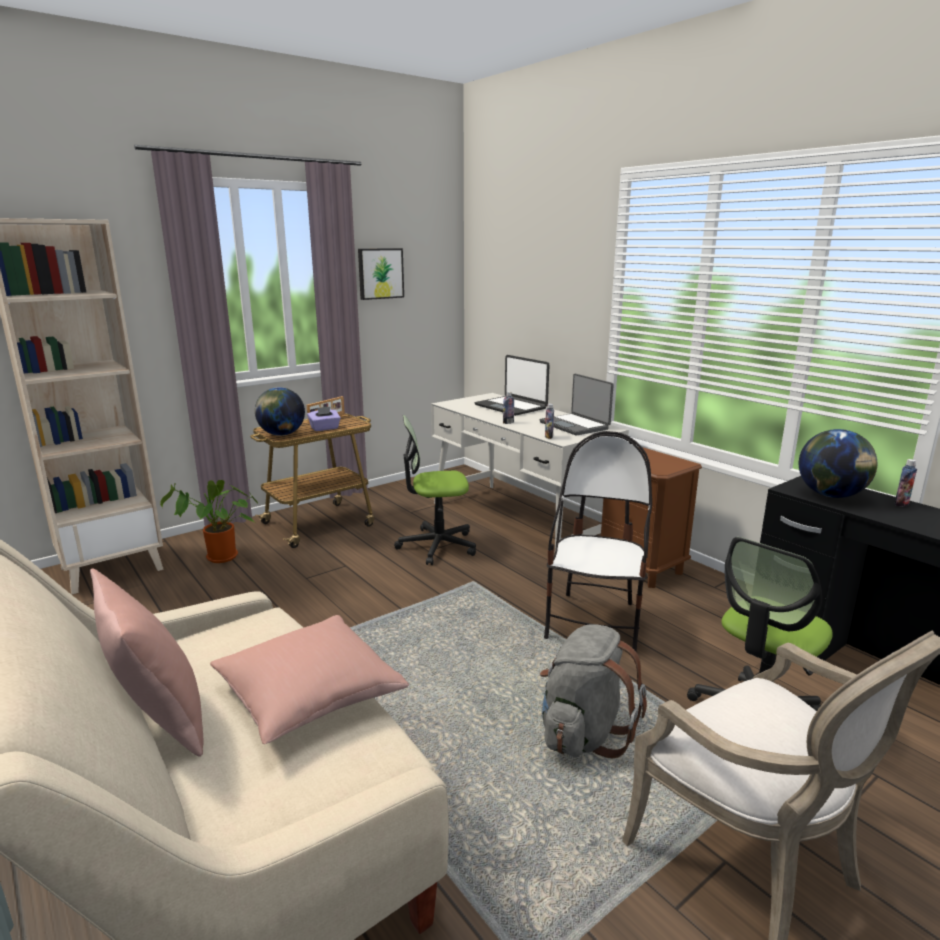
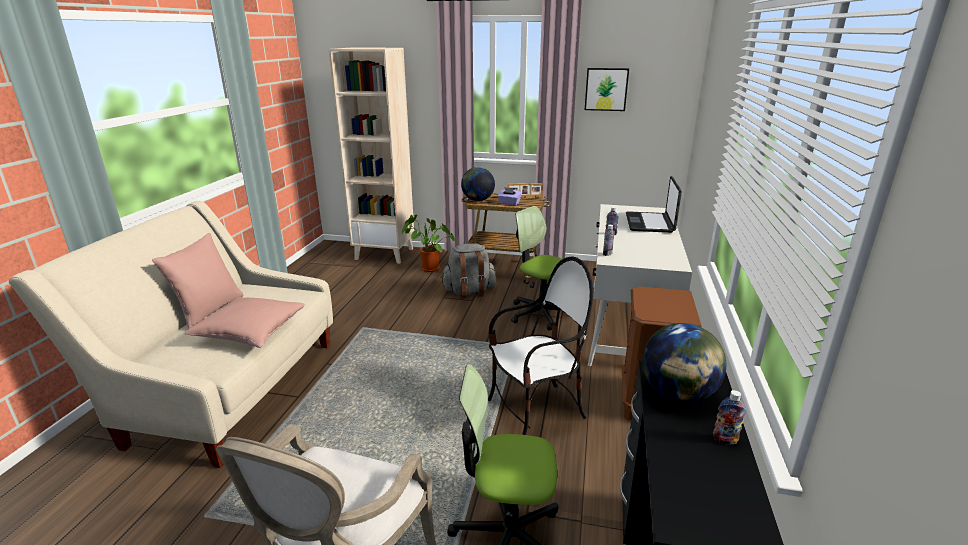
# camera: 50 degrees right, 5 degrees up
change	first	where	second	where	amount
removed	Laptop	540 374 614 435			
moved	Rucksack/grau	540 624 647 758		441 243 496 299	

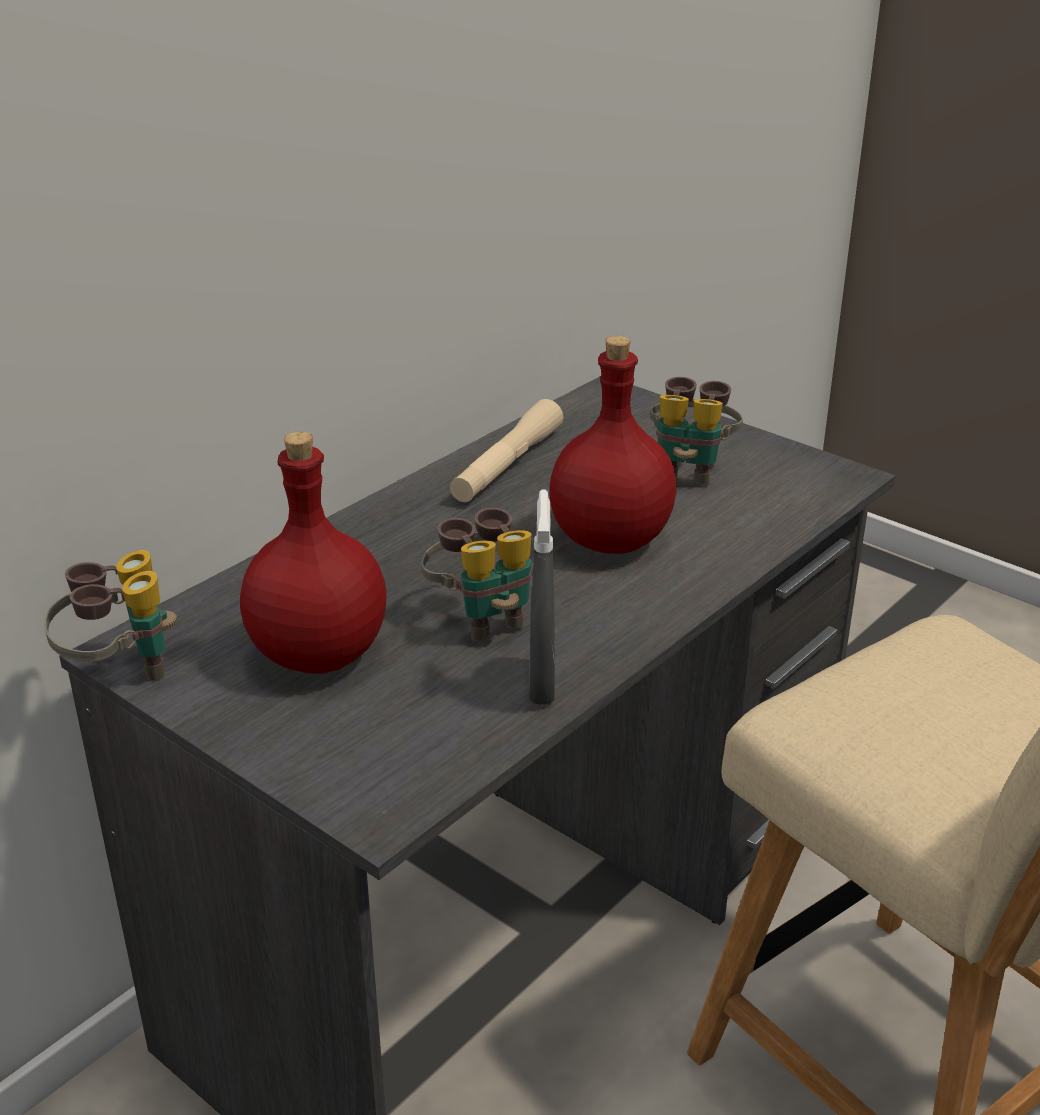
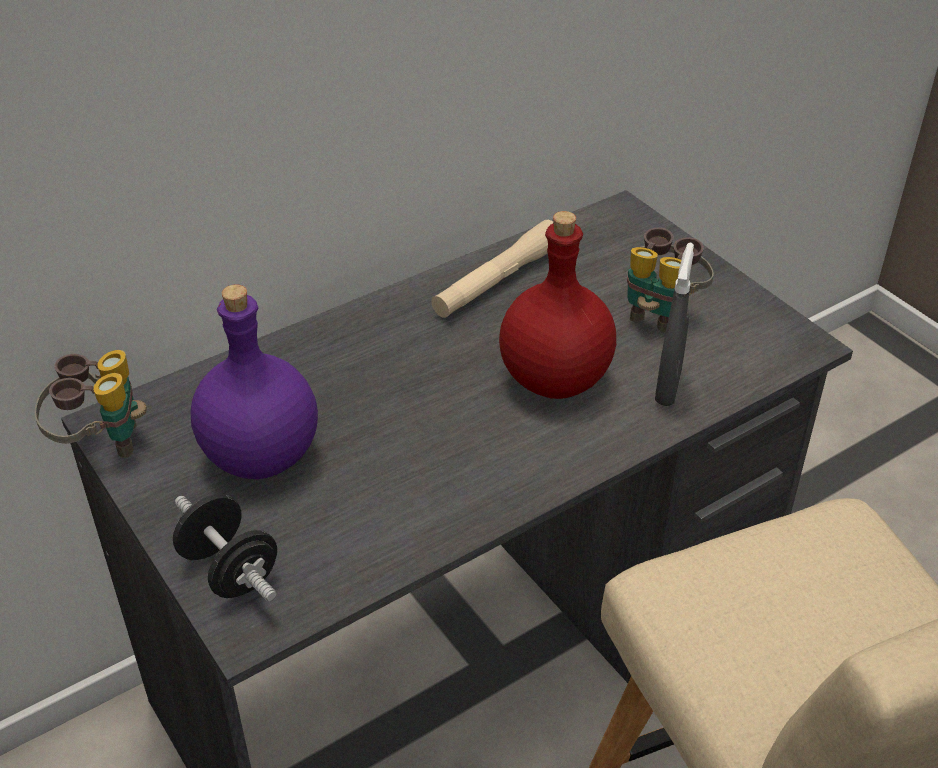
# camera: 15 degrees right, 10 degrees up
change	first	where	second	where	amount
recoloured	Flasche/rot	240 431 387 674	Flasche/lila	190 284 318 479	
removed	Fernglas	421 508 532 642			
moved	Sprühflasche/grau	529 489 555 705		655 243 694 406	
added			Hantel/schwarz	173 494 277 601	

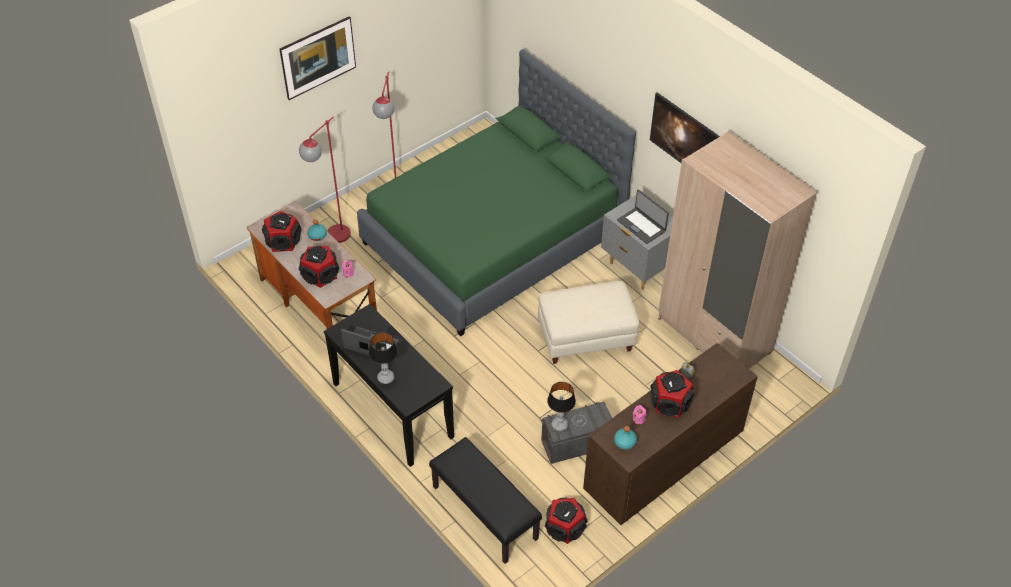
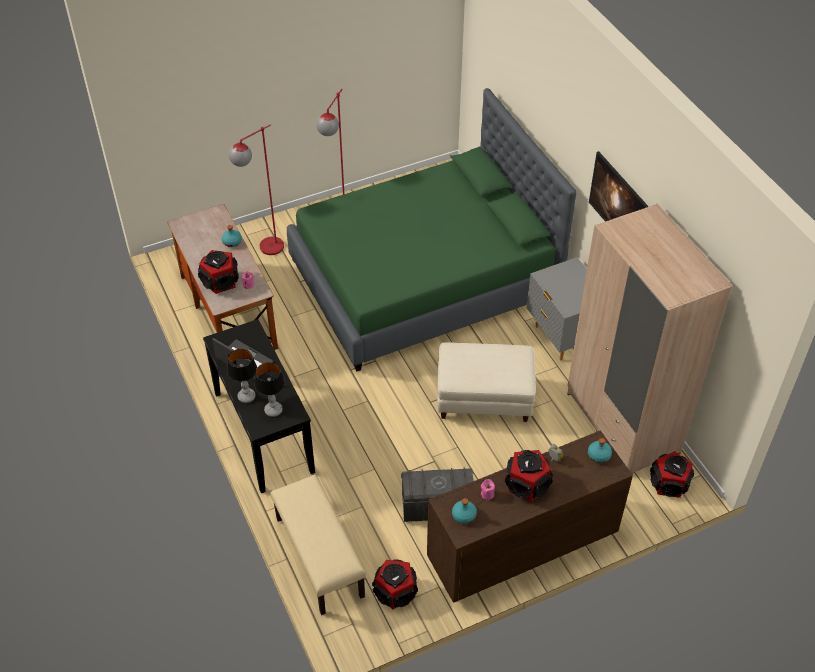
# camera: 15 degrees right, 0 degrees up
change	first	where	second	where	amount
moved	Lautsprecher	262 211 301 252		650 451 694 498	
removed	Bild	280 16 356 100			
recoloured	Bank/schwarz	429 437 542 564	Bank/beige	271 474 366 615	
moved	Tischlampe	547 382 576 431		254 362 285 417	
removed	Laptop	617 190 669 244			
added			Flasche/türkis	588 438 612 463	

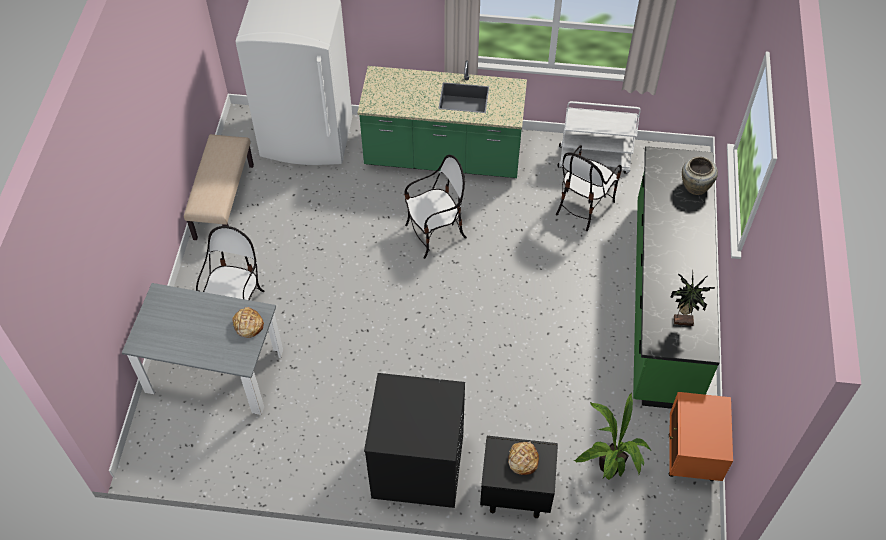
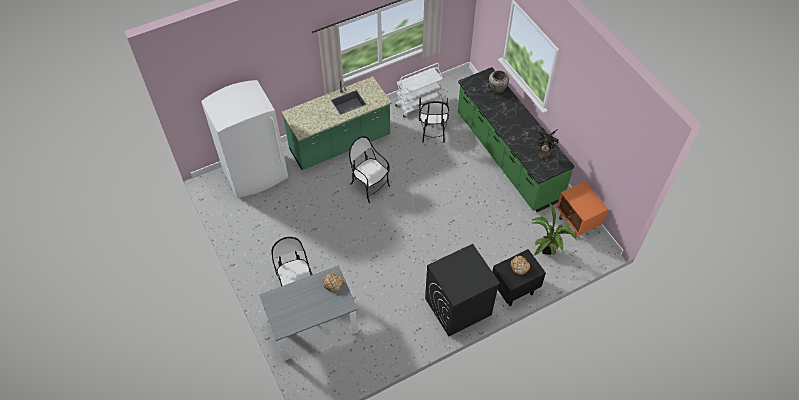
# camera: 35 degrees left, 0 degrees up
change	first	where	second	where	amount
removed	Bank/beige	184 134 254 240			
turned	Stuhl	404 155 467 259		349 136 390 203	75 degrees counterclockwise

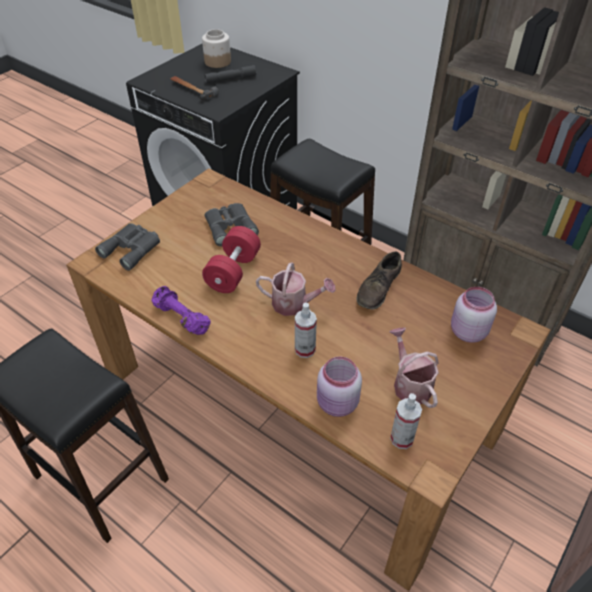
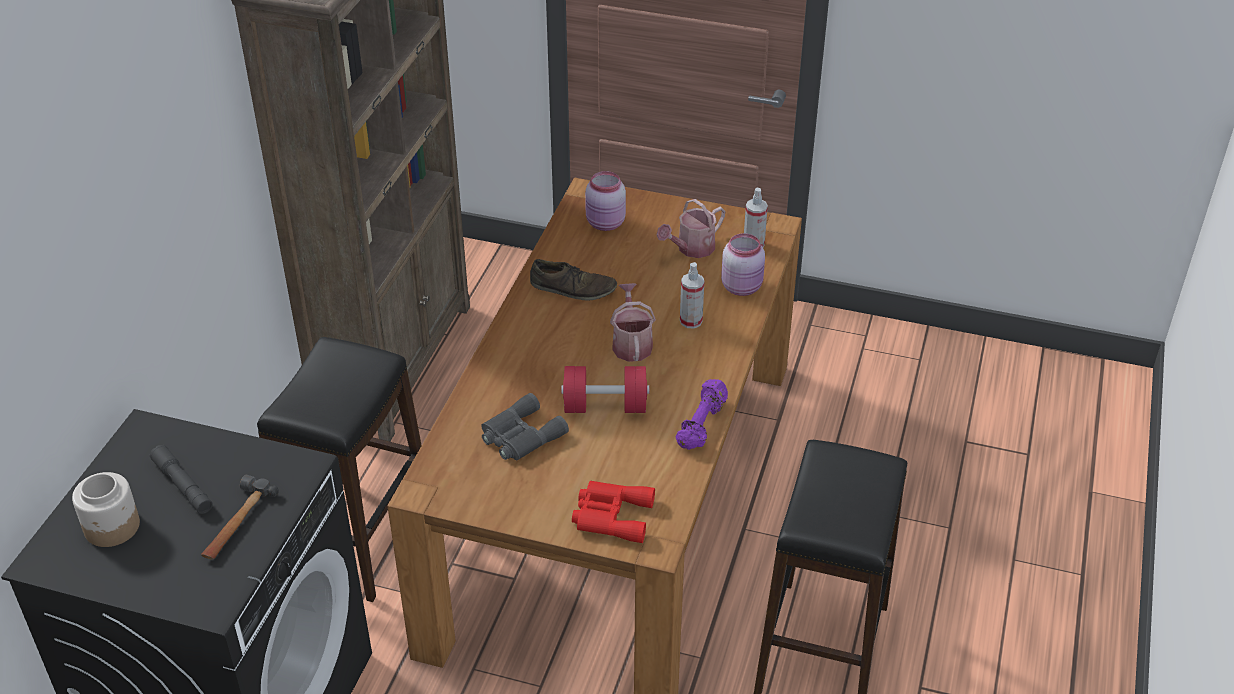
# camera: 110 degrees left, 5 degrees down
change	first	where	second	where	amount
recoloured	Fernglas/grau	95 223 160 271	Fernglas/rot	572 481 655 543	

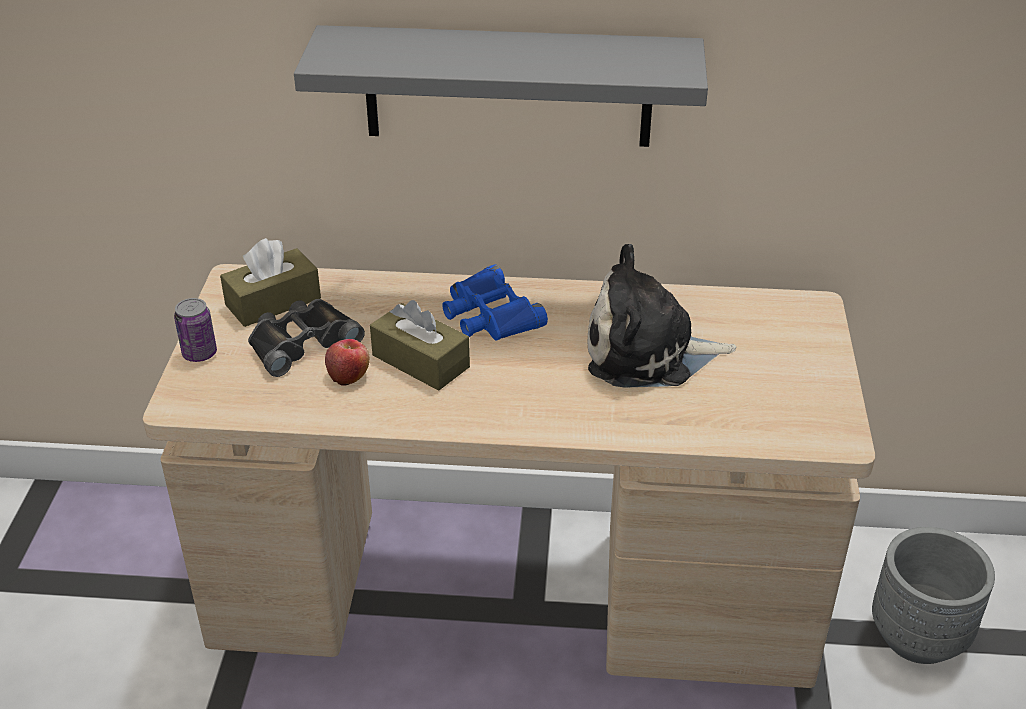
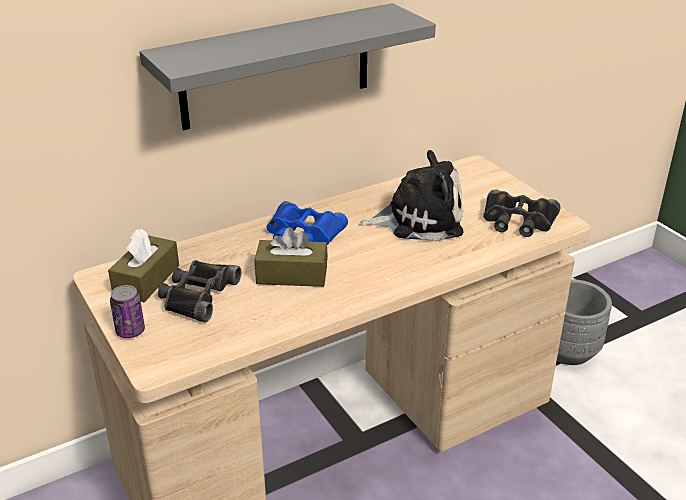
# camera: 35 degrees left, 5 degrees down
change	first	where	second	where	amount
removed	Apfel	325 339 370 386			
turned	Plüschtier	588 244 736 387		359 150 464 242	150 degrees counterclockwise
added			Fernglas/schwarz	483 190 561 237	

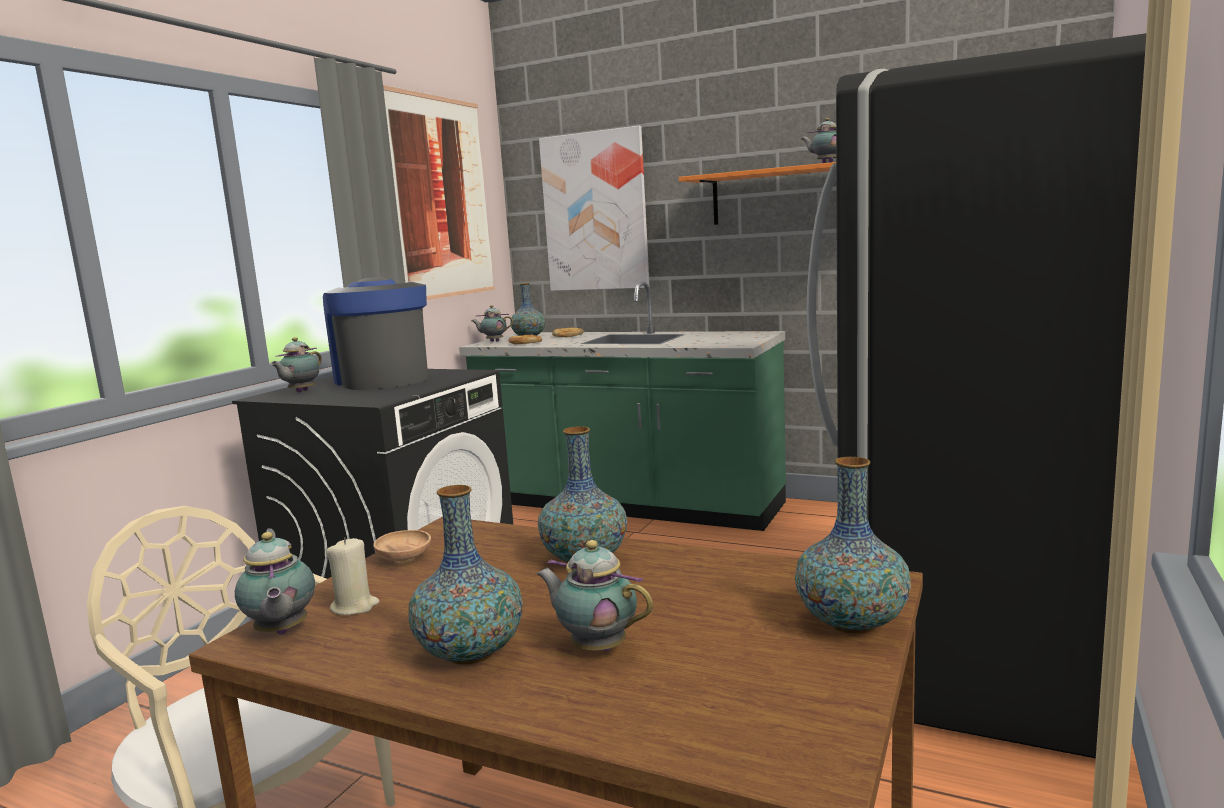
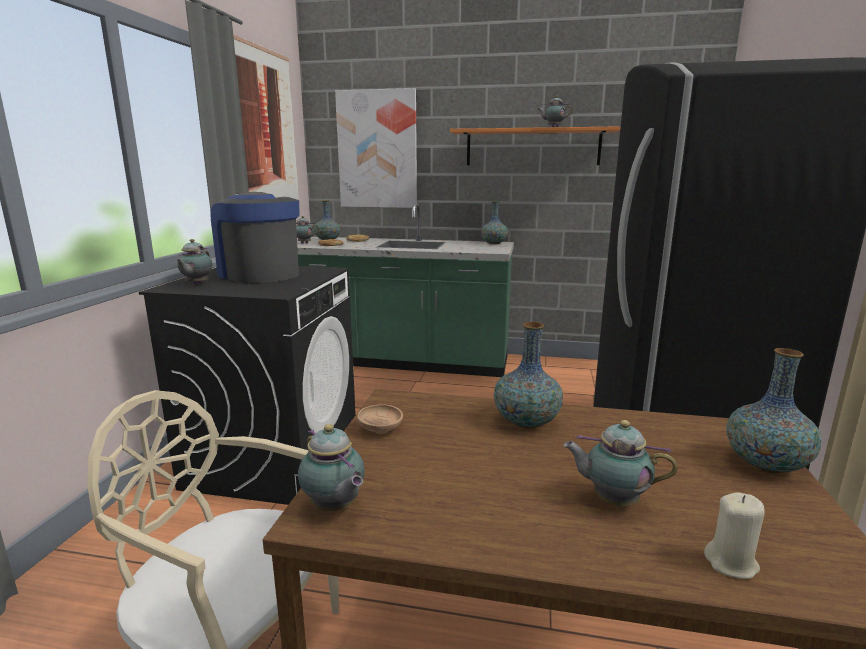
# camera: 15 degrees left, 5 degrees up
change	first	where	second	where	amount
moved	Kerze/beige	326 537 380 615		704 492 765 579	
moved	Vase	408 485 523 665		481 202 508 244	

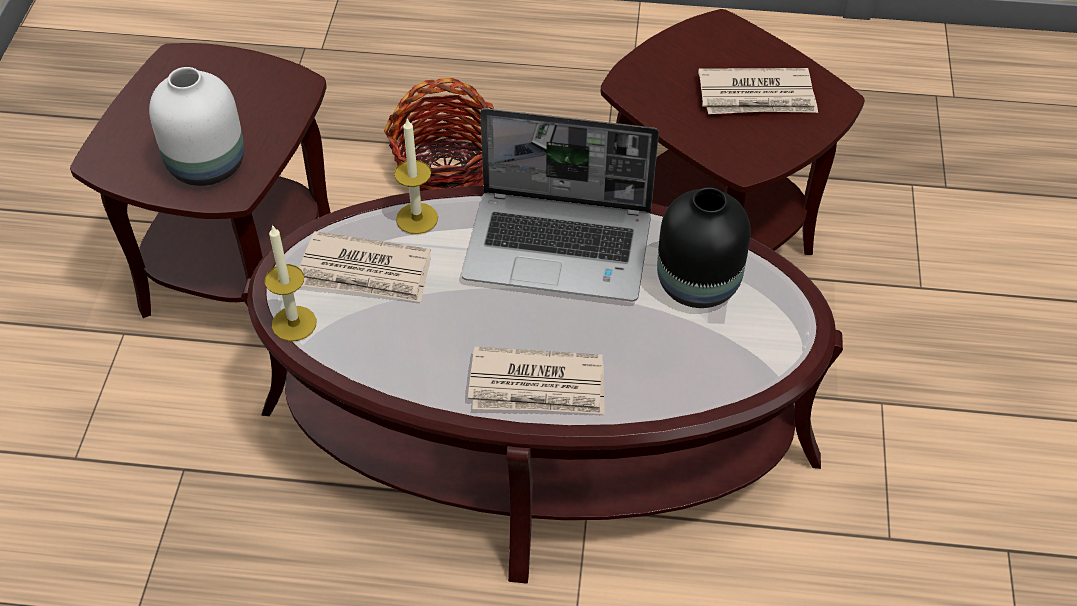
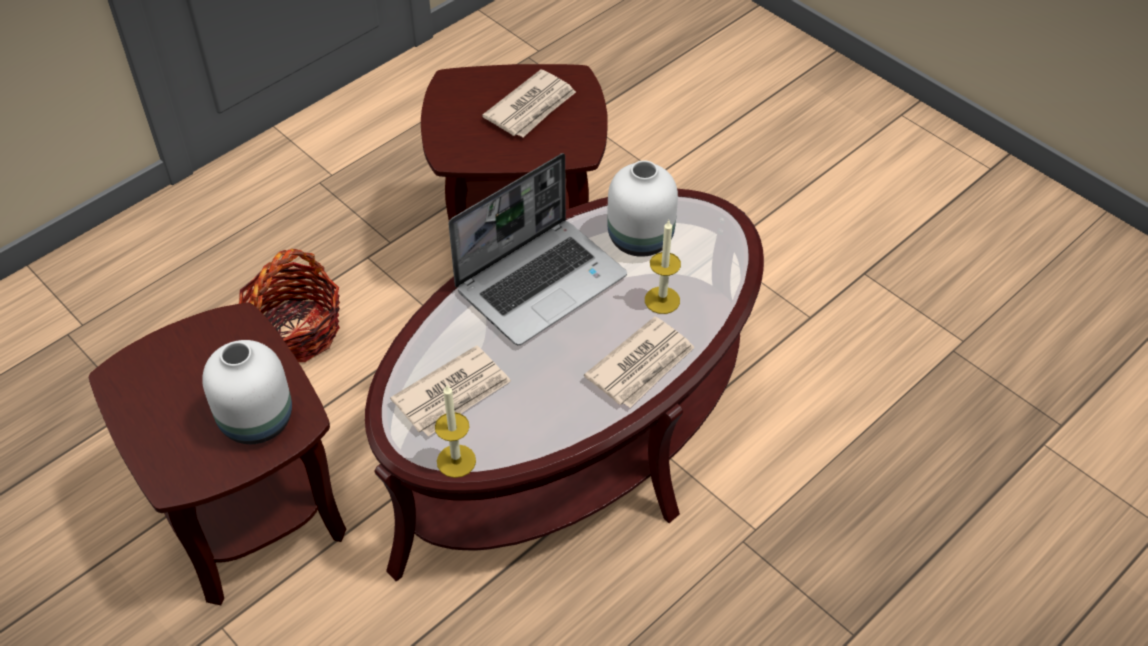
# camera: 50 degrees left, 0 degrees up
change	first	where	second	where	amount
moved	Kerze	394 117 438 234		645 221 681 314	
recoloured	Vase/schwarz	657 187 751 308	Vase/weiß	607 160 678 257	

